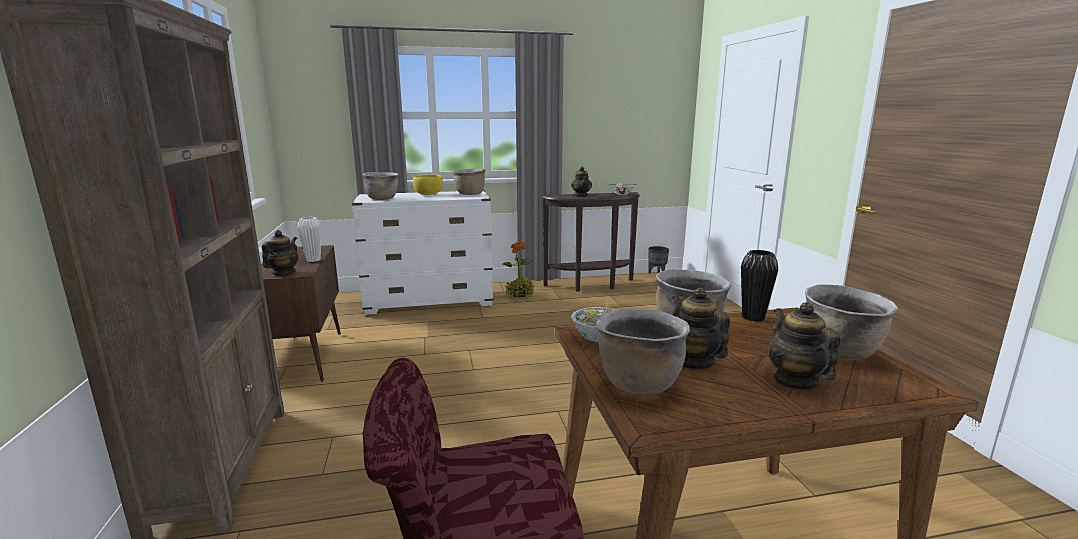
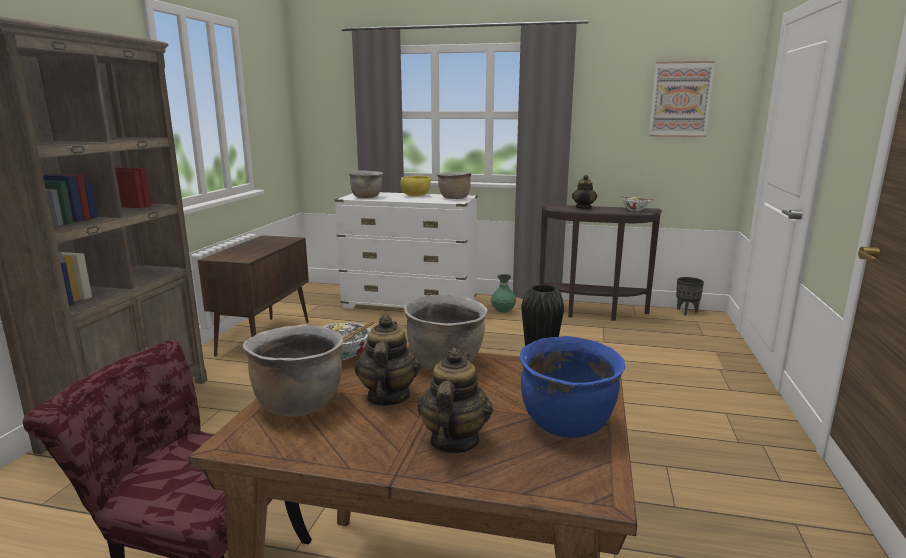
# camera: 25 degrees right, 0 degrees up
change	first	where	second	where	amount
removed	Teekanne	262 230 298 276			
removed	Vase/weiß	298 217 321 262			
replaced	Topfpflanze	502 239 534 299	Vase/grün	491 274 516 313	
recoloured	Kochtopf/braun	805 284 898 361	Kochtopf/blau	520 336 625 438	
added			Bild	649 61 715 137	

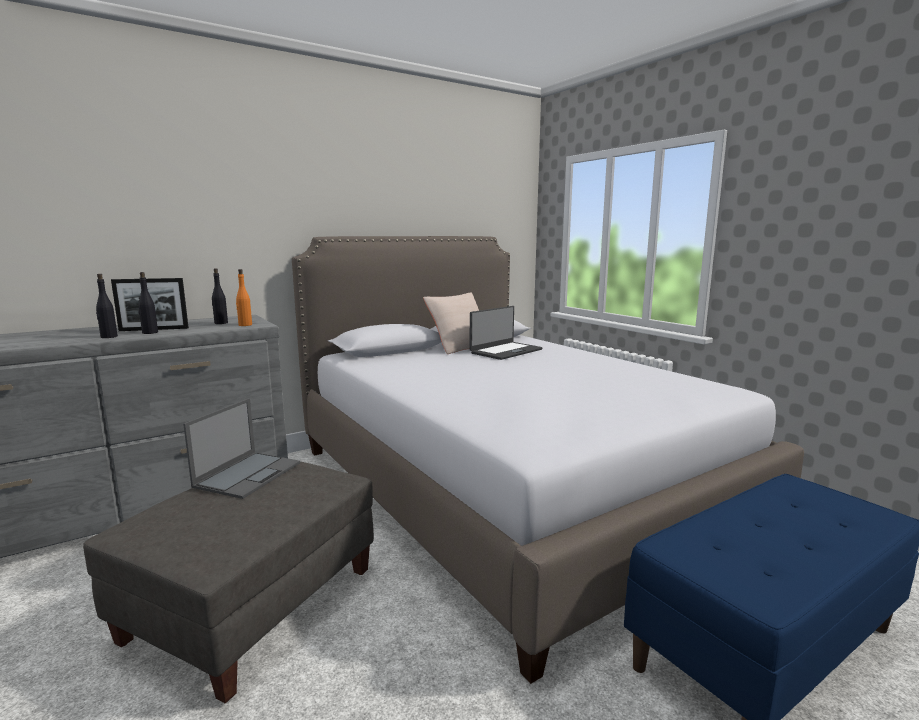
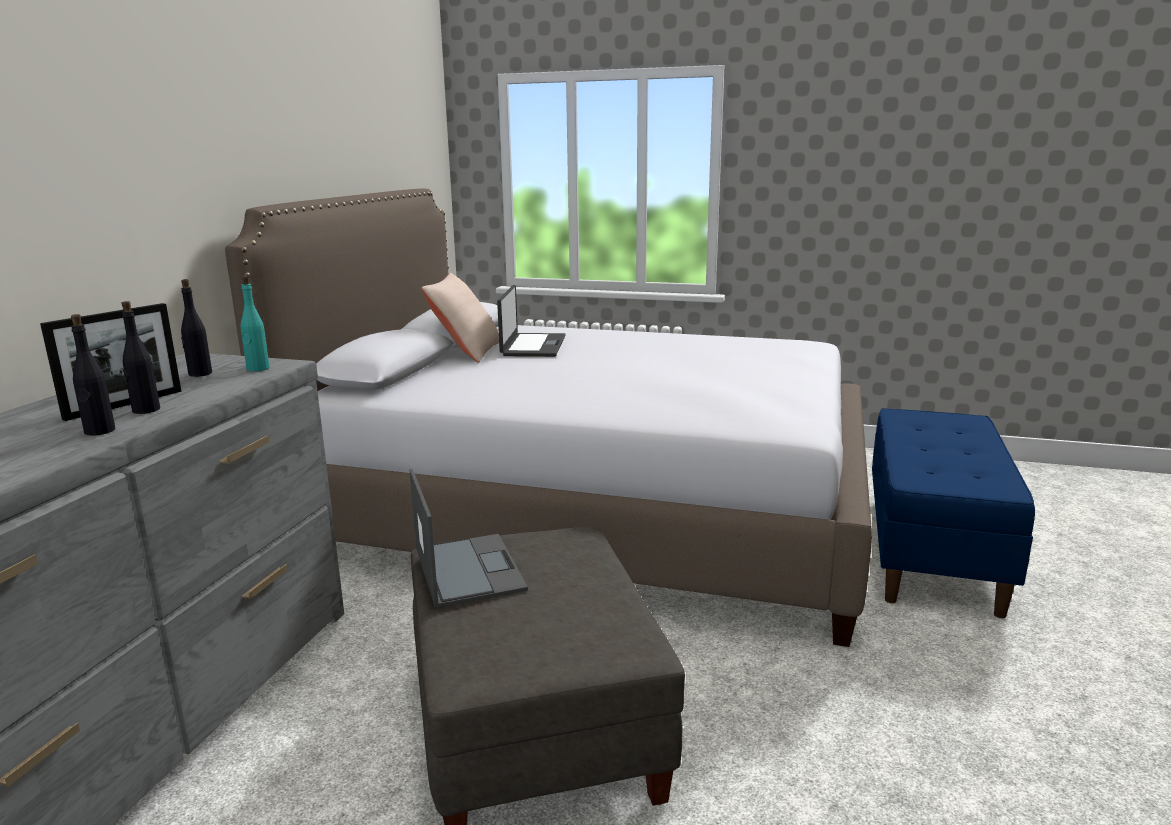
# camera: 40 degrees left, 5 degrees up
change	first	where	second	where	amount
recoloured	Flasche/orange	236 269 252 326	Flasche/türkis	241 276 270 372	

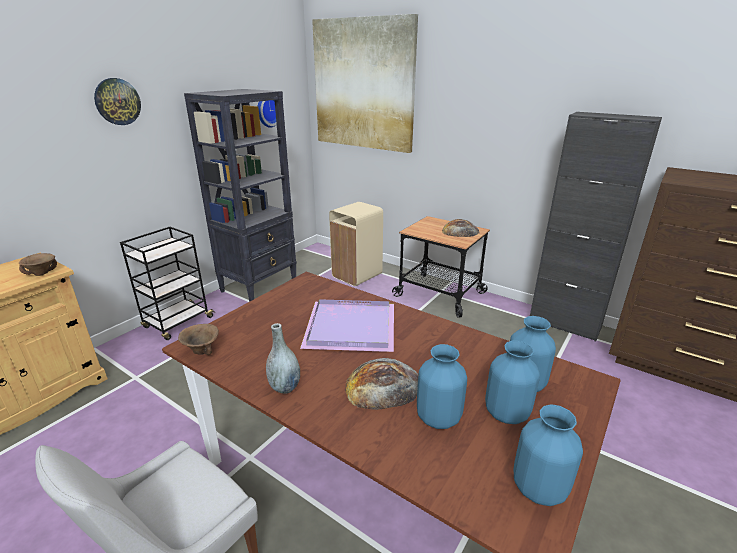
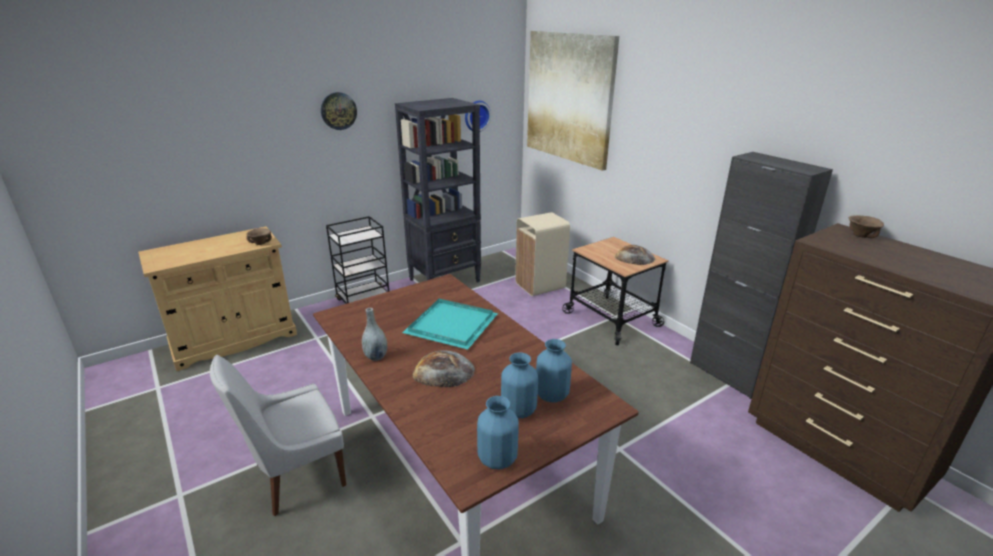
# camera: 20 degrees right, 0 degrees up
change	first	where	second	where	amount
moved	Schüssel/braun	178 324 219 355		849 215 884 238	
recoloured	Tablett/lila	300 299 394 352	Tablett/türkis	402 299 498 350	
removed	Vase/blau	417 344 467 429			

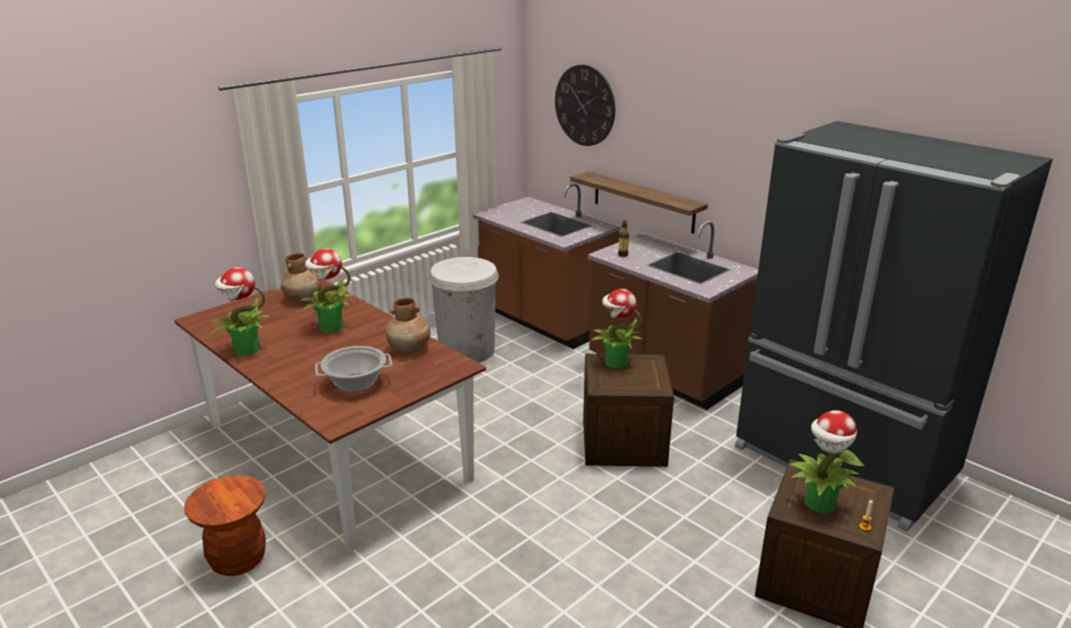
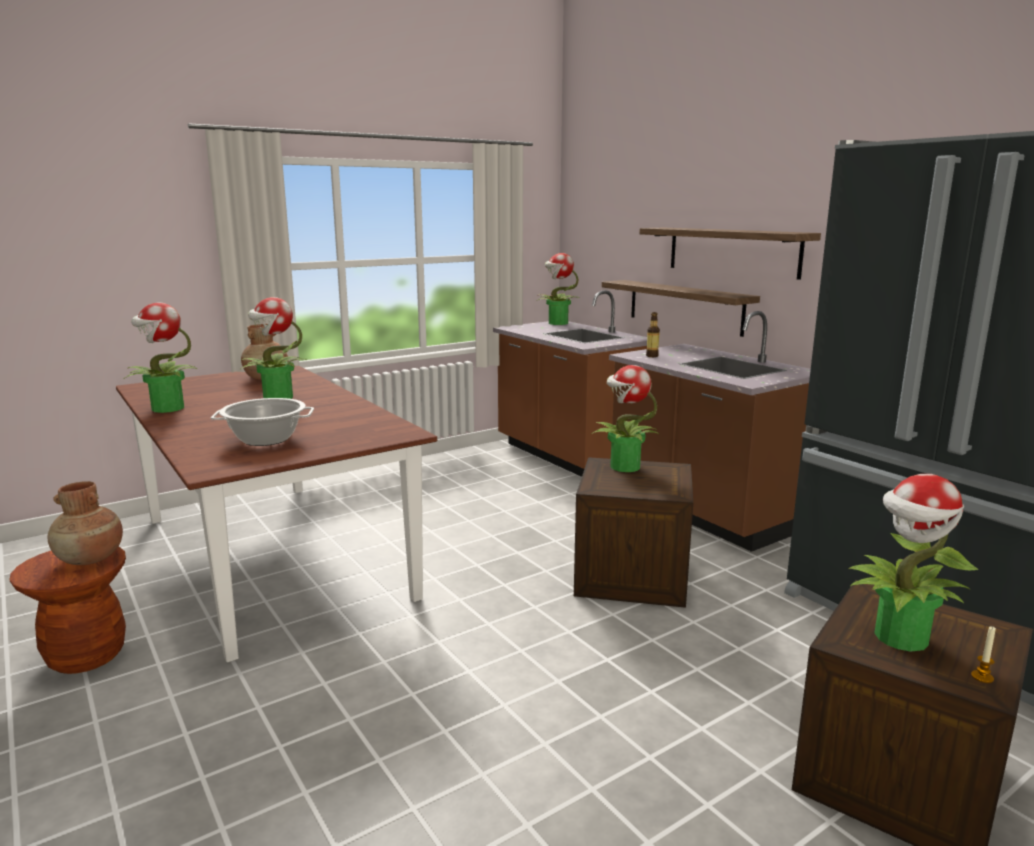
# camera: 10 degrees right, 10 degrees down
change	first	where	second	where	amount
moved	Vase/braun	386 297 430 354		47 481 123 565	
removed	Mülleimer/weiß	428 257 499 363			
removed	Wanduhr	555 65 615 146			
added			Topfpflanze	536 253 580 325	
added			Wandregal	640 228 821 280	

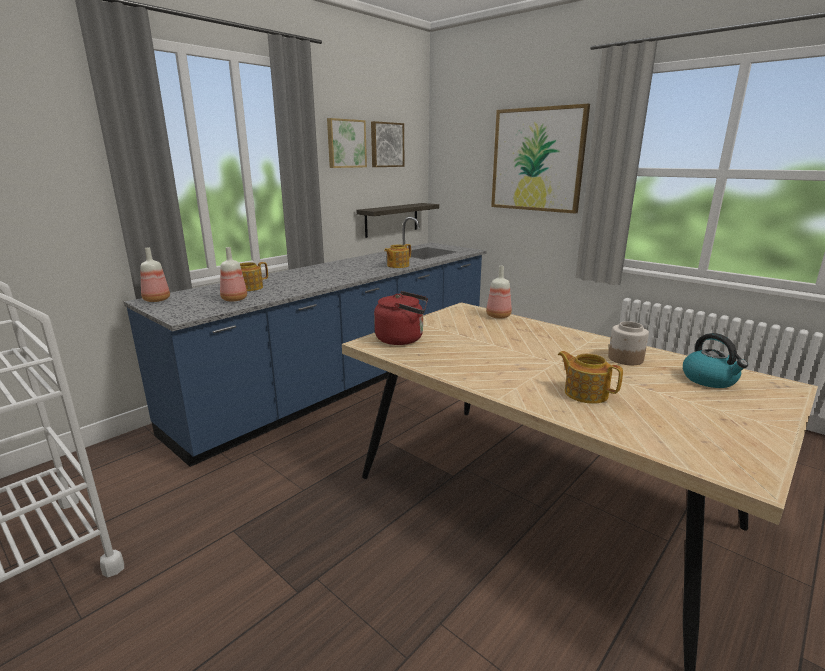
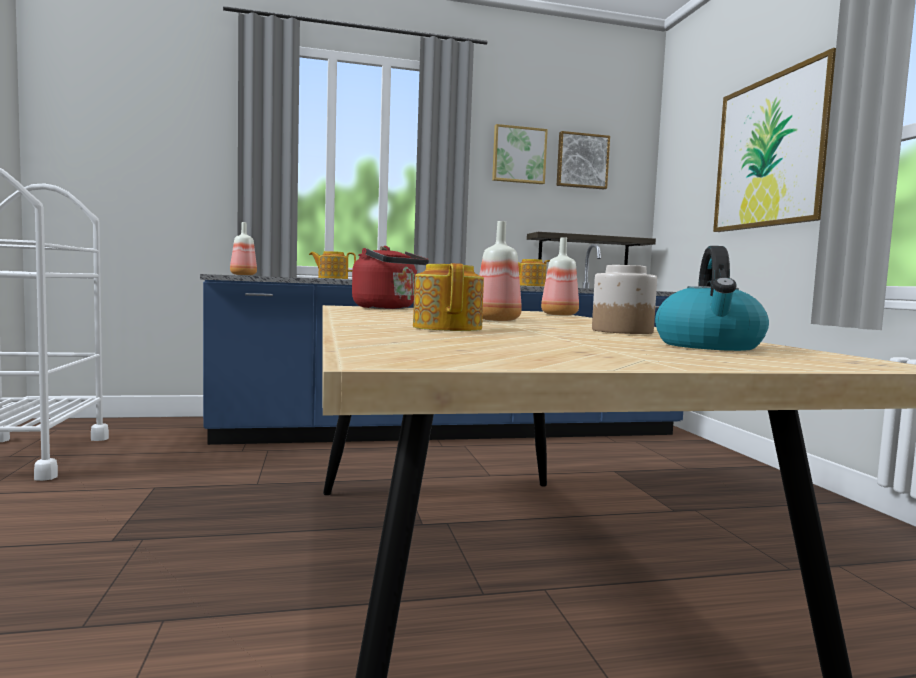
# camera: 35 degrees right, 15 degrees down
change	first	where	second	where	amount
moved	Flasche	220 247 247 302		479 221 522 321	

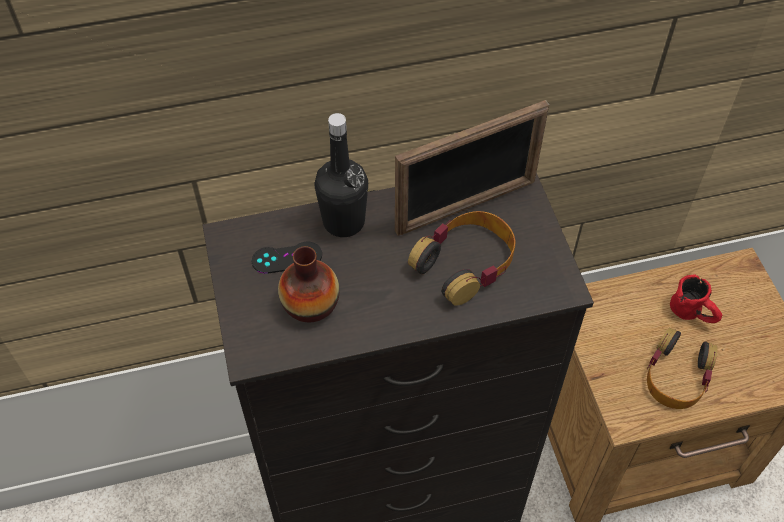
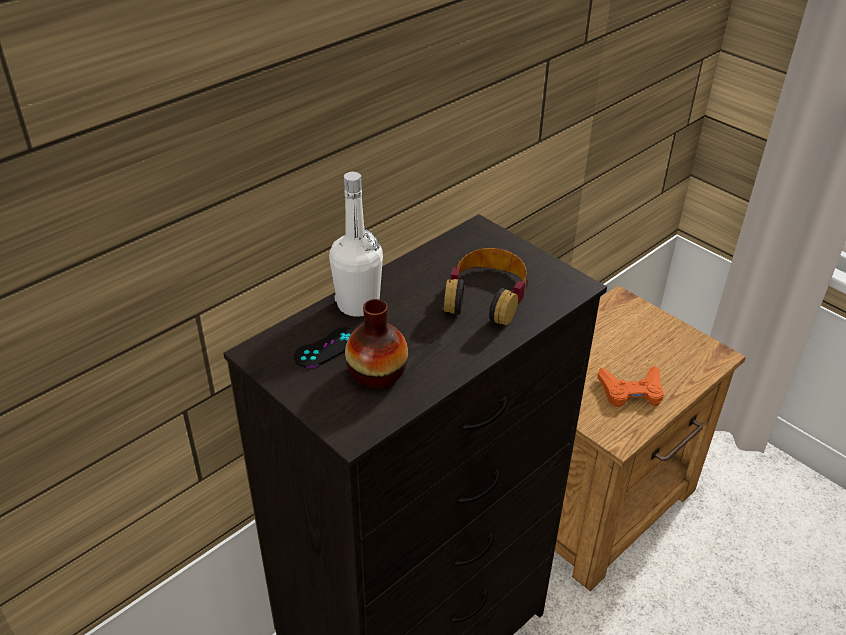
# camera: 30 degrees left, 15 degrees down
change	first	where	second	where	amount
recoloured	Flasche/schwarz	314 113 368 237	Flasche/weiß	329 172 383 317	
removed	Bilderrahmen	395 100 549 236			
replaced	Kopfhörer	647 327 717 409	Gamepad/orange	597 366 664 407	
removed	Henkelbecher/rot	670 275 722 323			

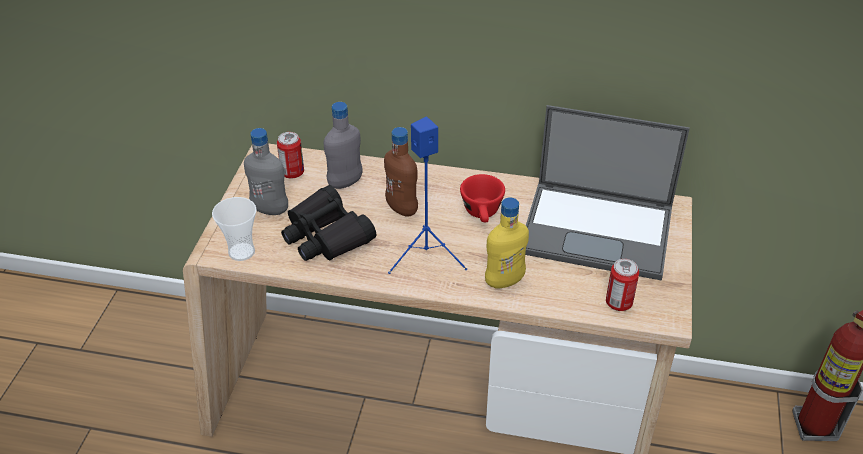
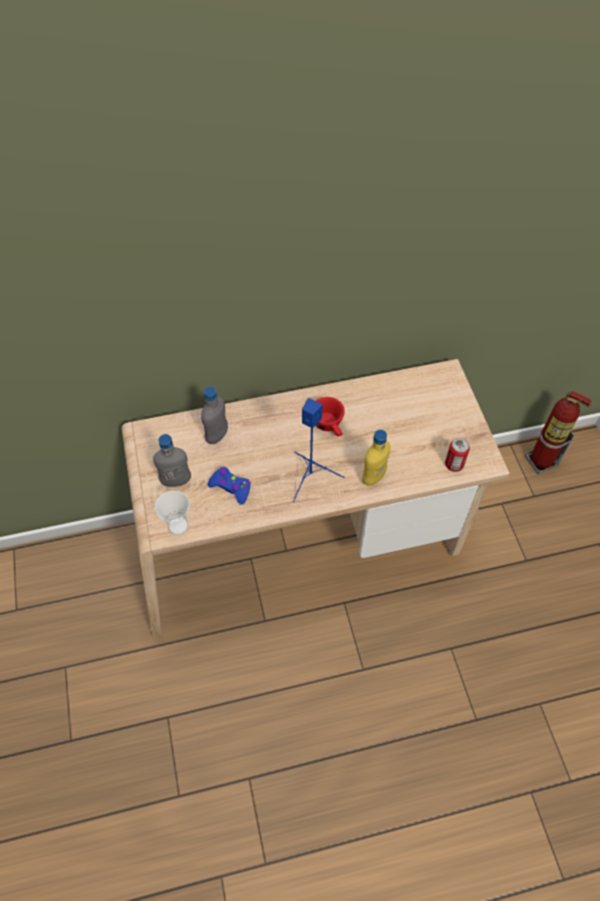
# camera: 25 degrees left, 15 degrees up
change	first	where	second	where	amount
removed	Dose	277 132 304 179			
replaced	Fernglas/schwarz	281 185 376 261	Gamepad/blau	208 467 251 505	
removed	Flasche/braun	384 127 418 216			
removed	Laptop	525 105 690 280			

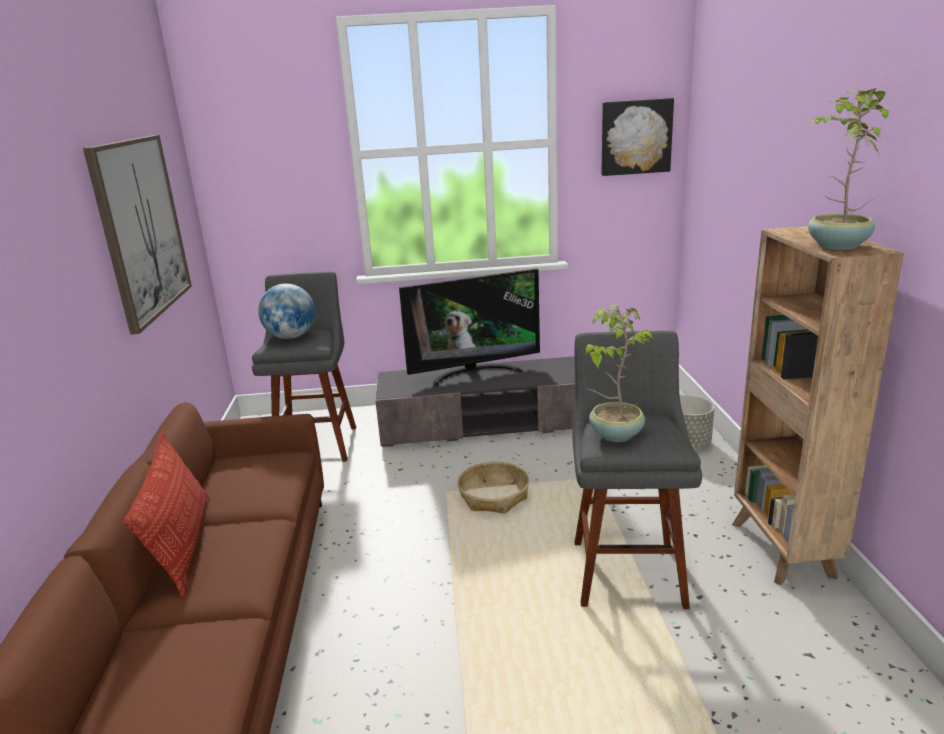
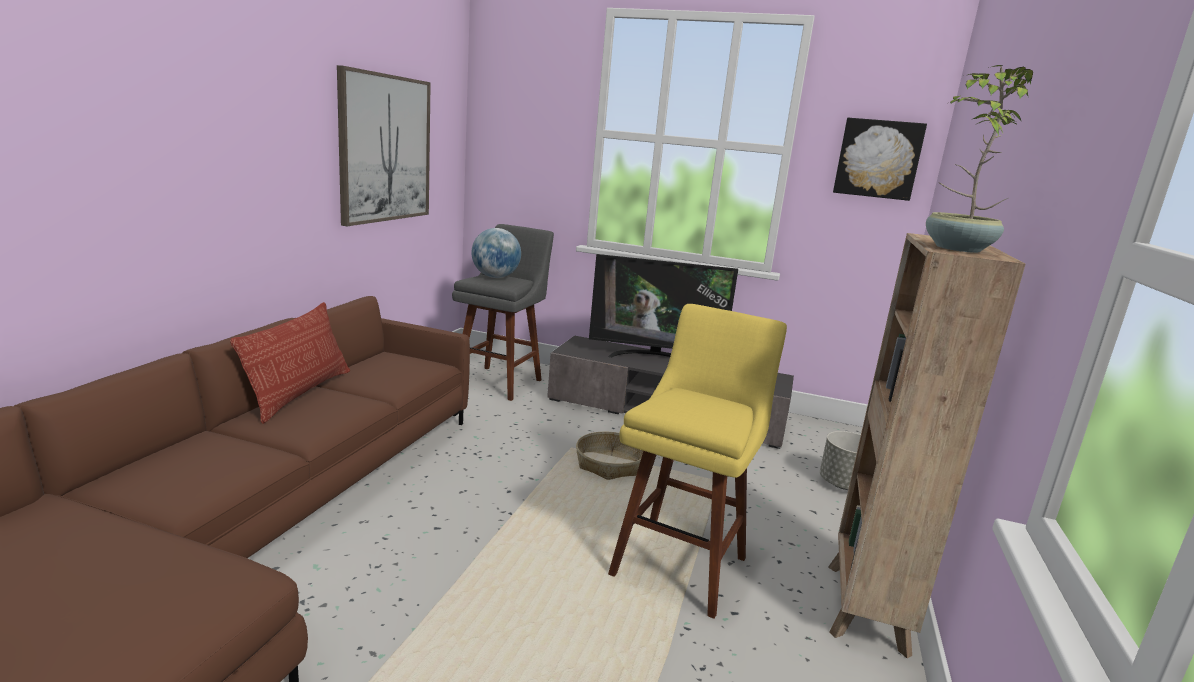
# camera: 20 degrees right, 5 degrees down
change	first	where	second	where	amount
recoloured	Hocker/grau	573 331 702 609	Hocker/gelb	608 304 787 619	
removed	Topfpflanze	585 305 655 442			

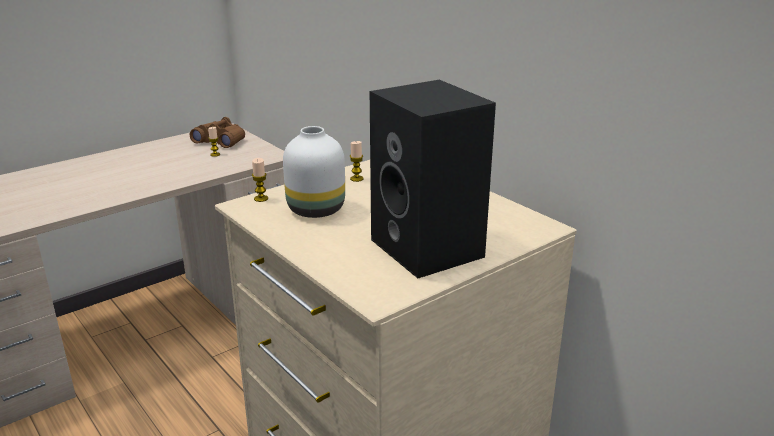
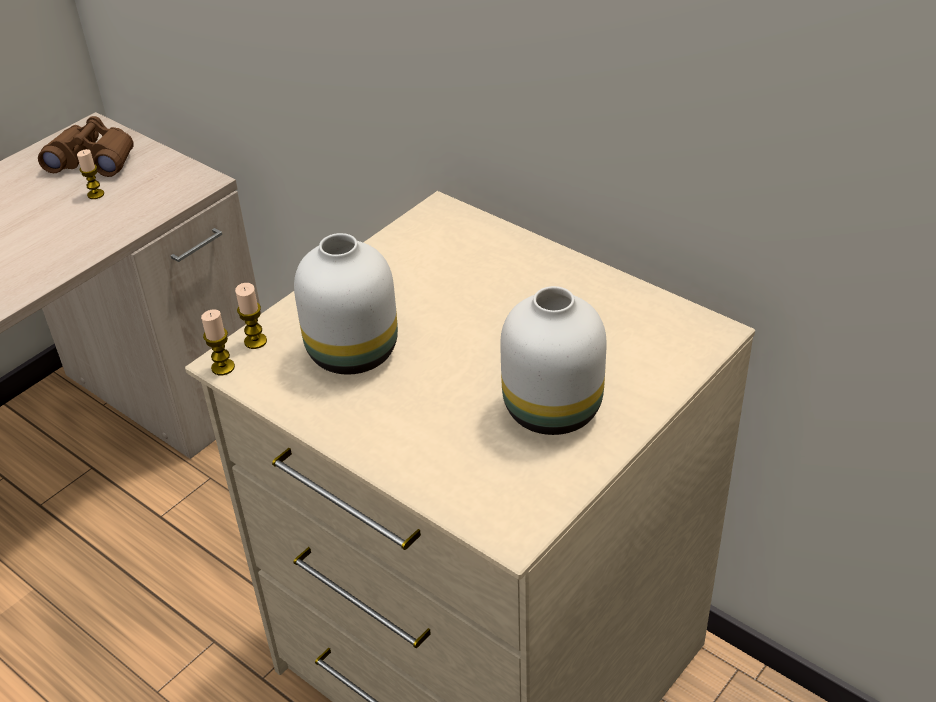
# camera: 10 degrees left, 15 degrees up
change	first	where	second	where	amount
moved	Kerze	350 141 363 182		201 309 235 375	
replaced	Lautsprecher/schwarz	370 80 496 278	Vase/weiß	500 286 606 435	

